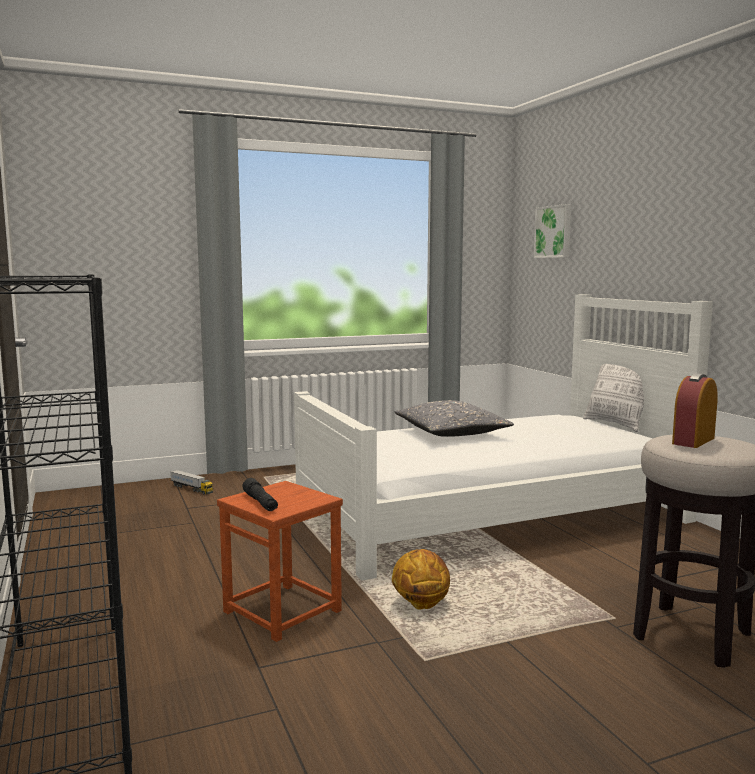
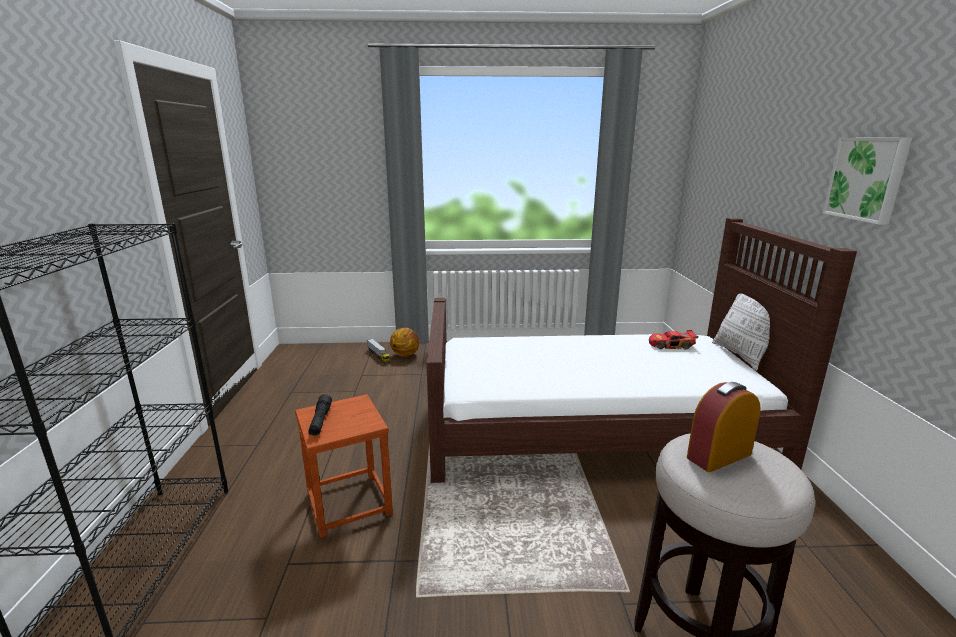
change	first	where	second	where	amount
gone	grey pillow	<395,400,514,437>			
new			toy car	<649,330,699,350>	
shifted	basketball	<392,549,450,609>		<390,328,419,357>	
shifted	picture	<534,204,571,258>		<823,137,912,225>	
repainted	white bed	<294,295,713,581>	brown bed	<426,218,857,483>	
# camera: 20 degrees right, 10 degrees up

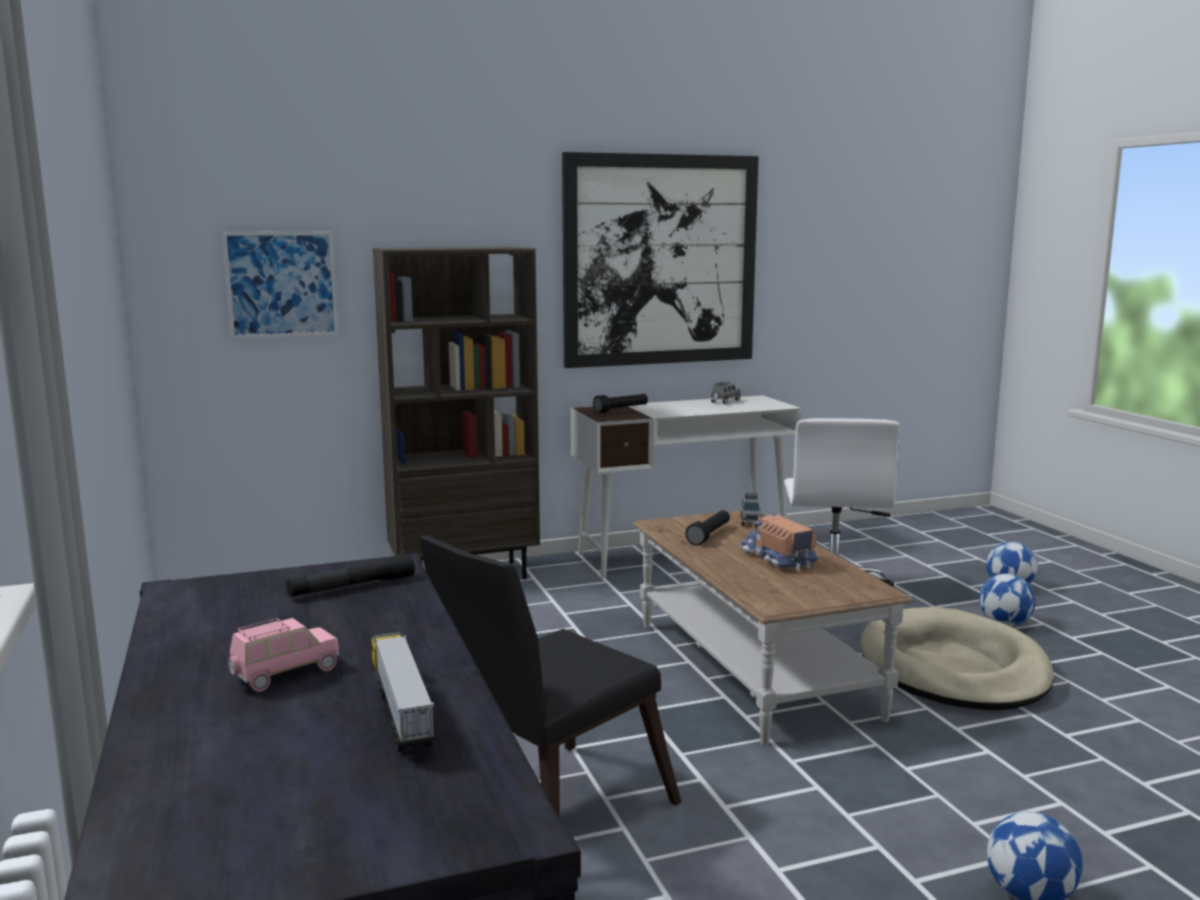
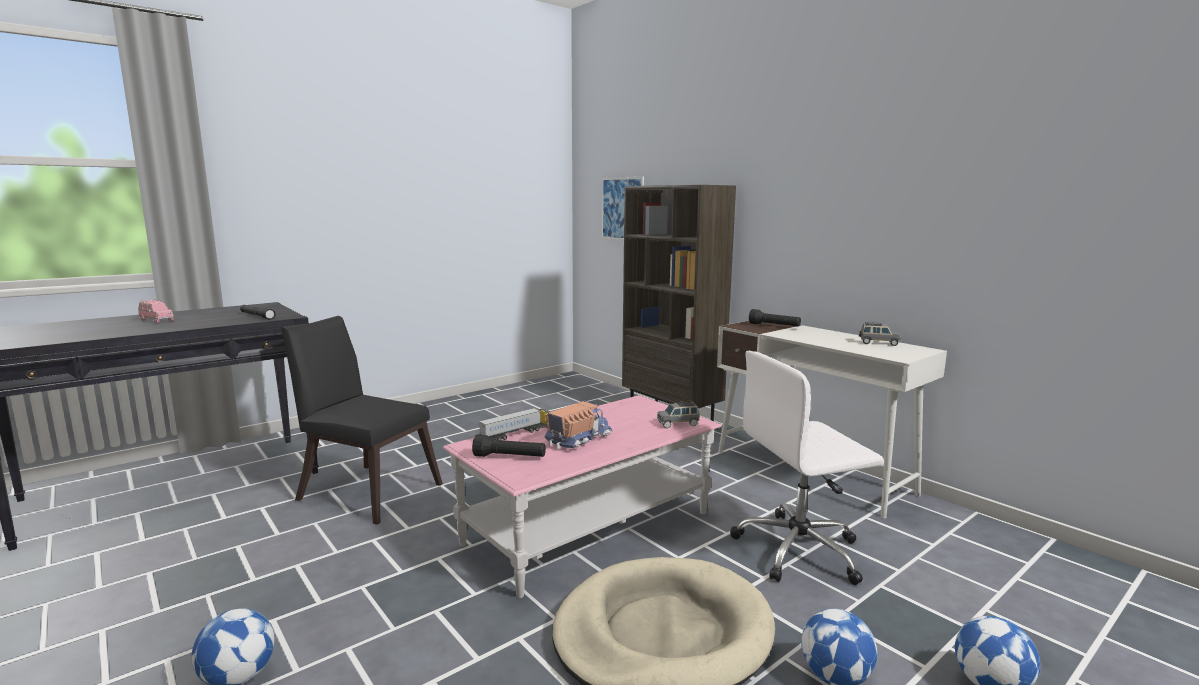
change	first	where	second	where	amount
gone	picture	<562,152,759,368>			
shifted	toy truck	<371,632,434,752>		<479,408,550,440>	
shifted	black flashlight	<685,510,730,545>		<472,434,546,457>	
repainted	brown coffee table	<633,510,914,745>	pink coffee table	<443,395,722,598>	
# camera: 70 degrees right, 0 degrees up

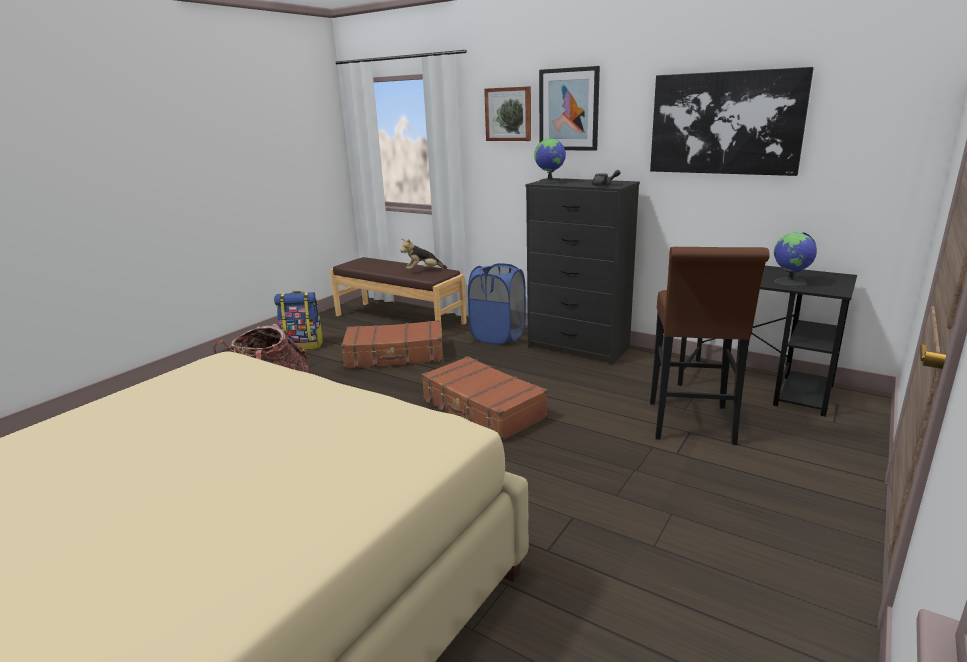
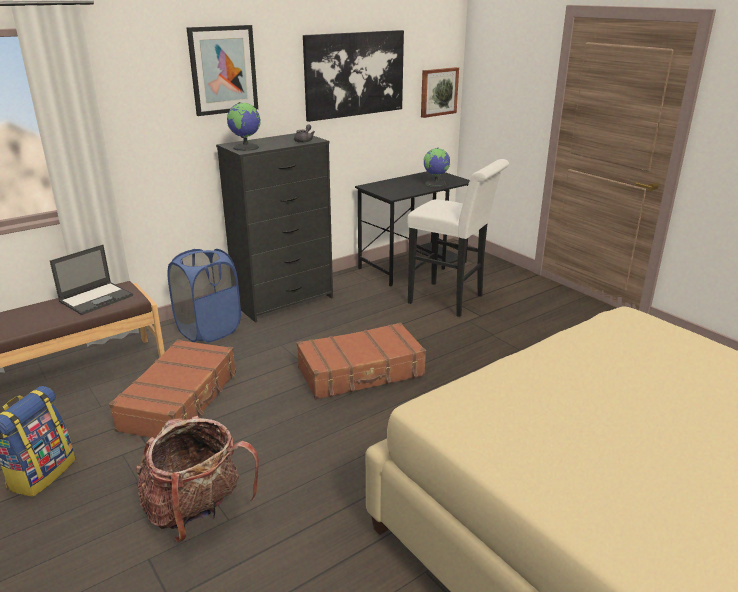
change	first	where	second	where	amount
shifted	picture	<484,86,531,141>		<421,67,459,118>	
swapped	plush toy	<400,239,447,269>	laptop	<50,245,133,315>	
repainted	brown stool	<650,247,770,445>	white stool	<407,159,509,317>	
# camera: 70 degrees left, 5 degrees up

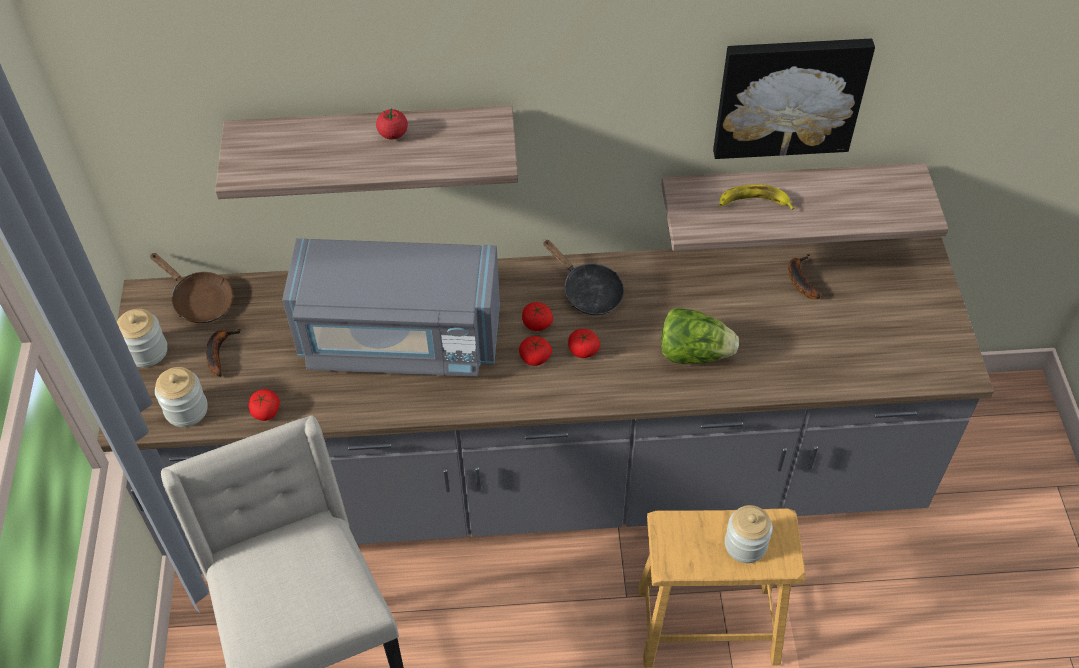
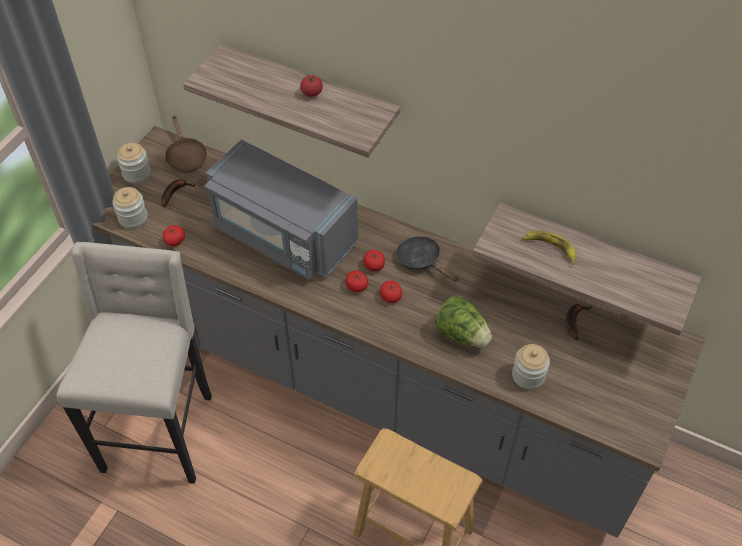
change	first	where	second	where	amount
gone	picture	<713,39,875,159>			
shifted	jar	<725,505,773,563>		<512,344,550,390>	
rotated	black frying pan	<543,239,624,315>		<396,236,459,282>	150 degrees clockwise
# camera: 30 degrees right, 0 degrees up

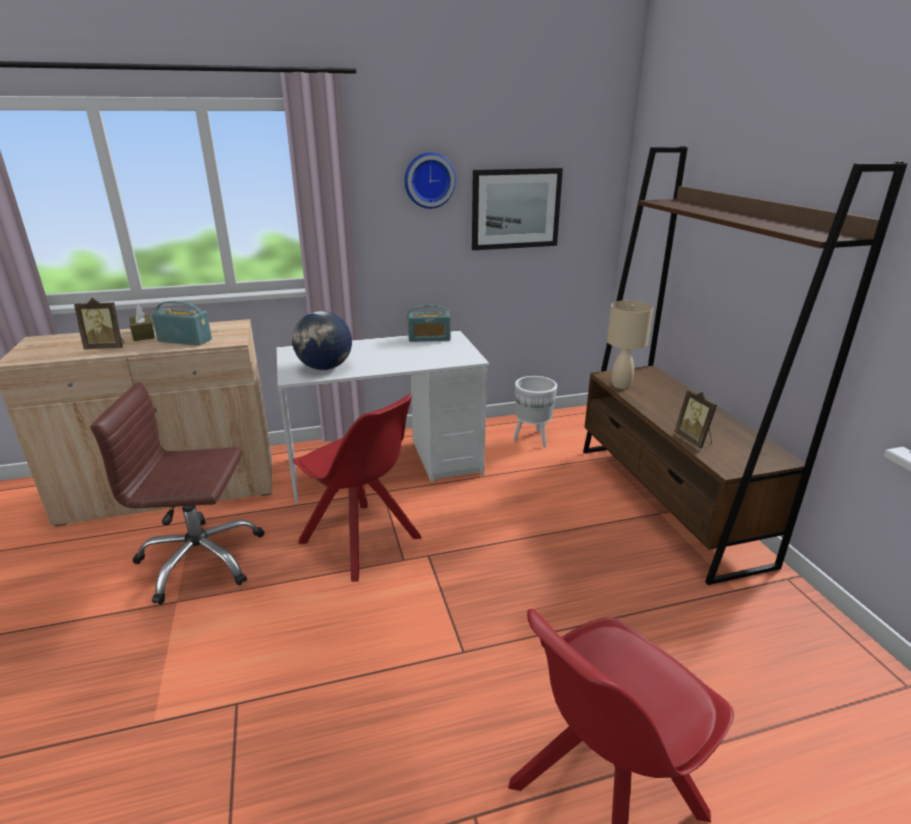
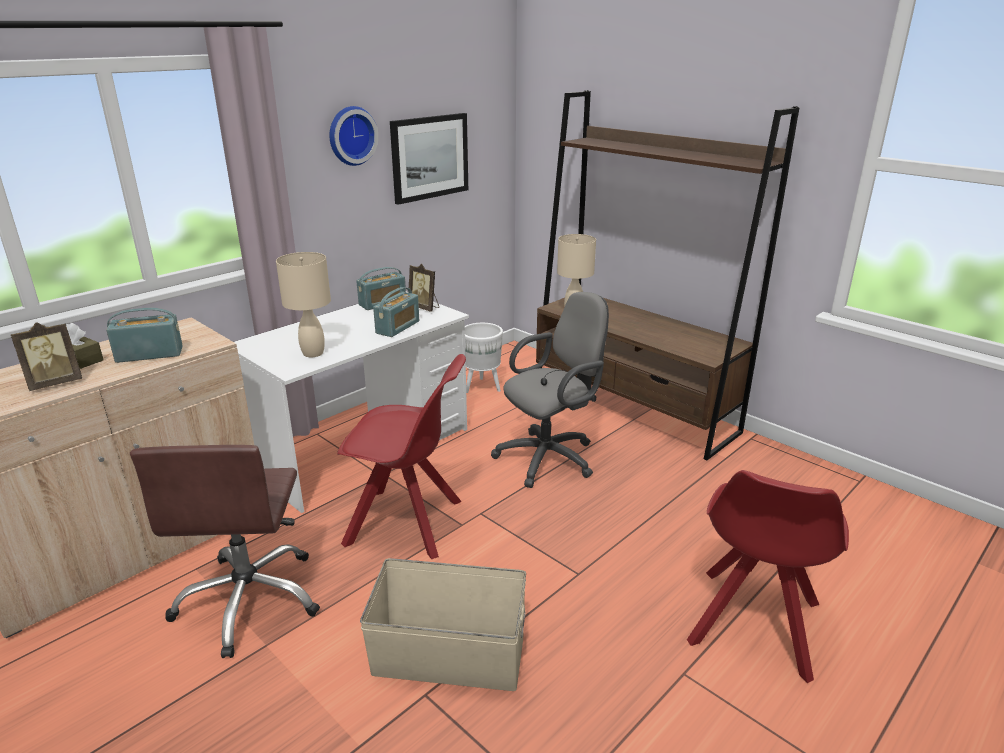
change	first	where	second	where	amount
new			beige storage box	<360,558,526,691>	
new			radio	<373,287,419,337>	
new			grey office chair	<491,292,609,488>	
shifted	picture frame	<674,390,717,449>		<409,264,439,312>	
swapped	globe	<292,311,352,370>	beige table lamp	<276,252,331,357>	
rotated	brown office chair	<90,382,264,604>		<130,445,320,658>	60 degrees counterclockwise
# camera: 30 degrees left, 0 degrees up

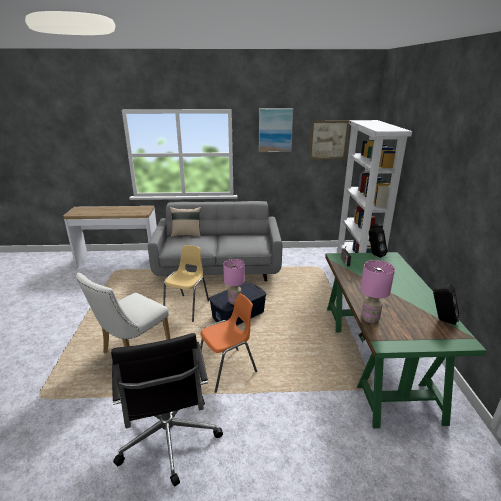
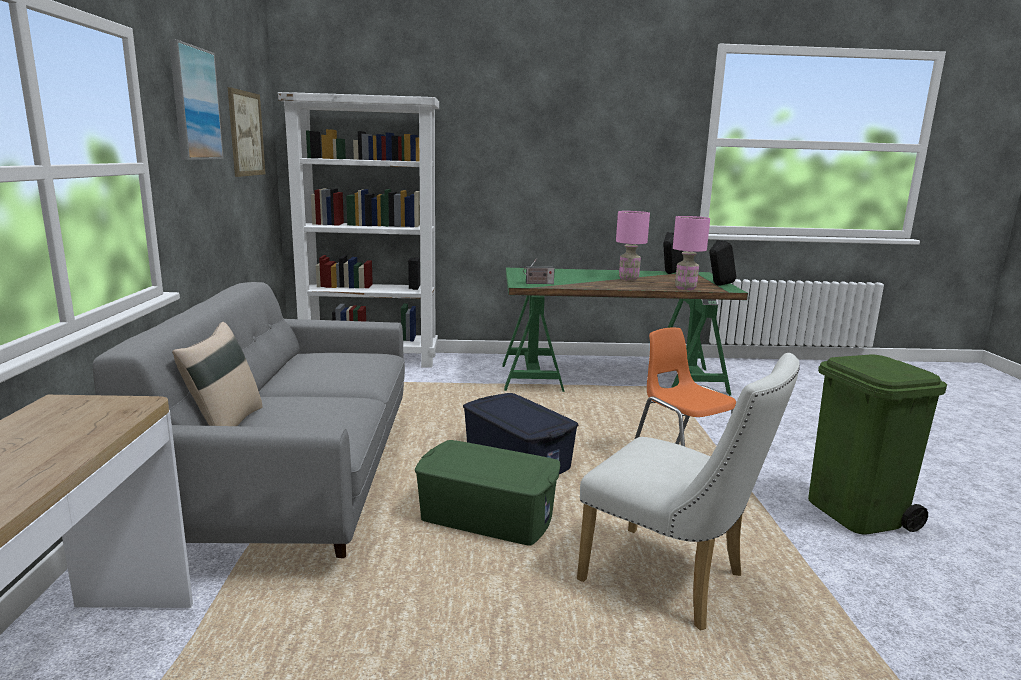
change	first	where	second	where	amount
shifted	pink table lamp	<223,259,245,305>		<616,211,650,281>	
shifted	black speaker	<369,227,387,258>		<709,240,736,285>	
swapped	black office chair	<111,333,223,487>	green trash can	<808,355,947,535>	
swapped	yellow chair	<163,245,209,322>	green storage box	<415,440,560,546>	
# camera: 90 degrees left, 10 degrees down

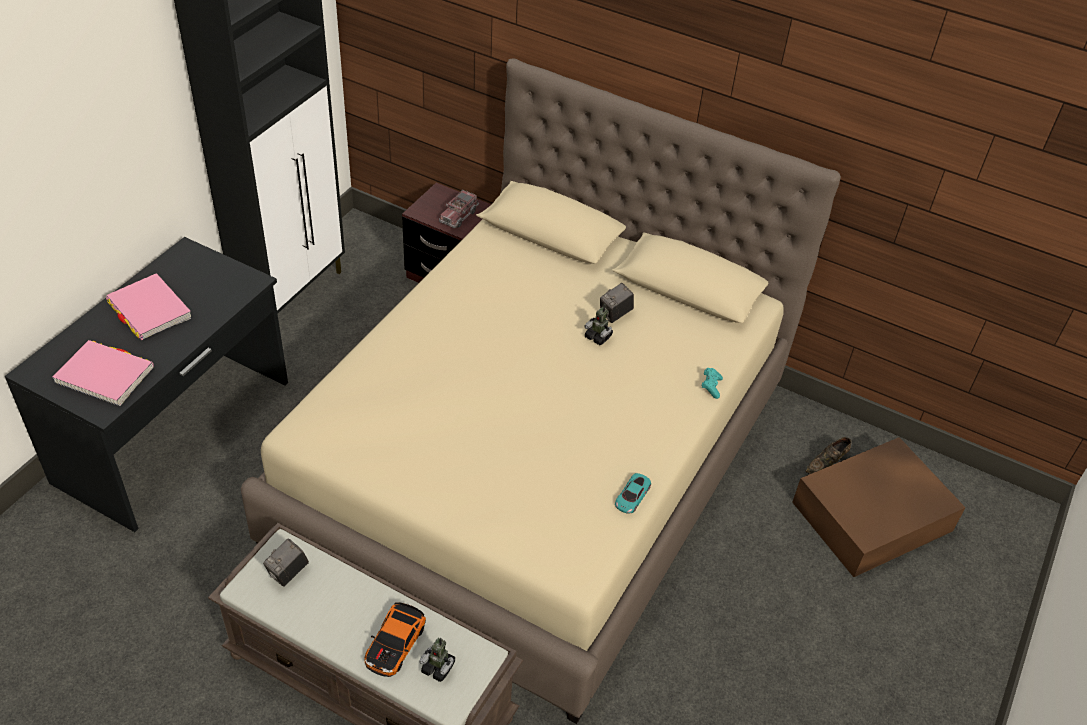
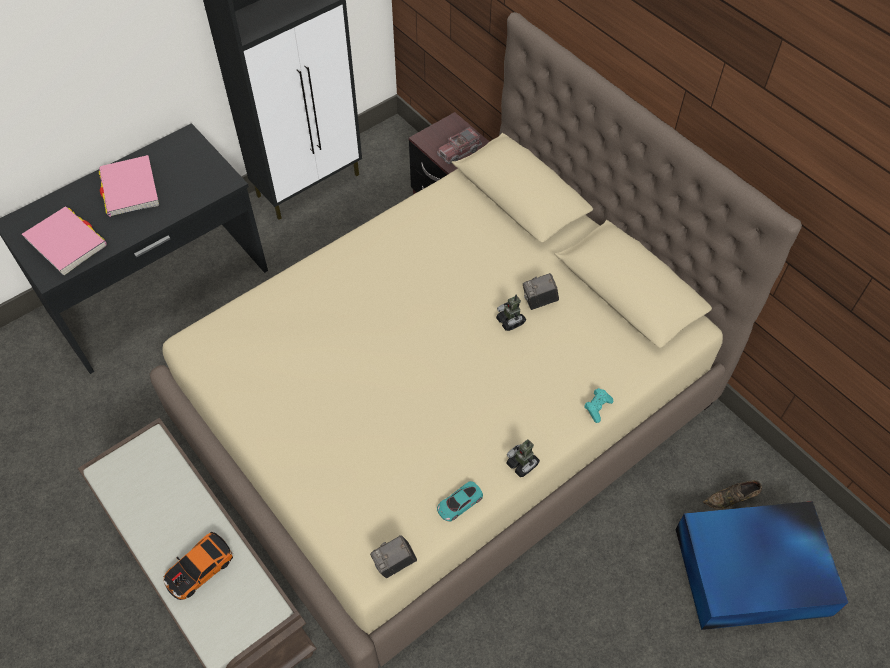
change	first	where	second	where	amount
shifted	photo camera	<263,539,309,587>		<370,535,417,578>	
shifted	toy robot	<419,638,455,682>		<507,439,540,477>	
repainted	brown storage box	<792,437,966,577>	blue storage box	<676,501,848,630>	
# camera: 25 degrees right, 10 degrees up

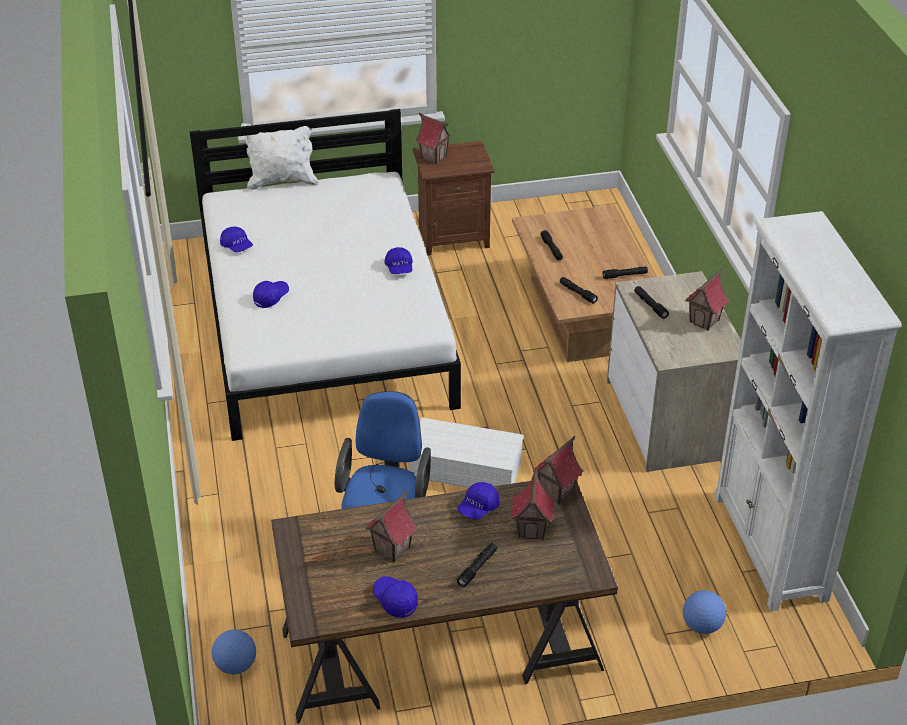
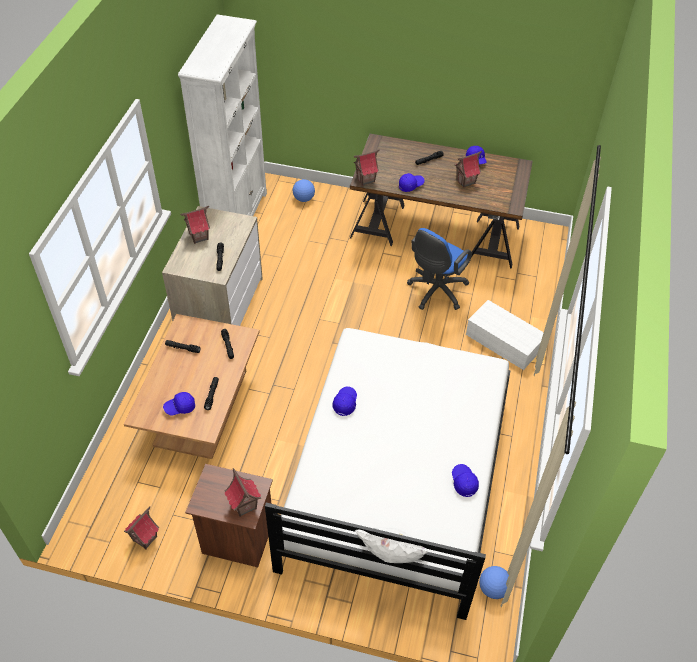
change	first	where	second	where	amount
shifted	football	<212,629,256,674>		<479,566,509,599>	
shifted	blue cap	<253,281,289,308>		<163,392,195,415>	
shifted	white storage box	<409,417,524,488>		<466,300,544,370>	
shifted	toy house	<510,468,555,540>		<124,506,160,550>	
# camera: 155 degrees left, 10 degrees up

